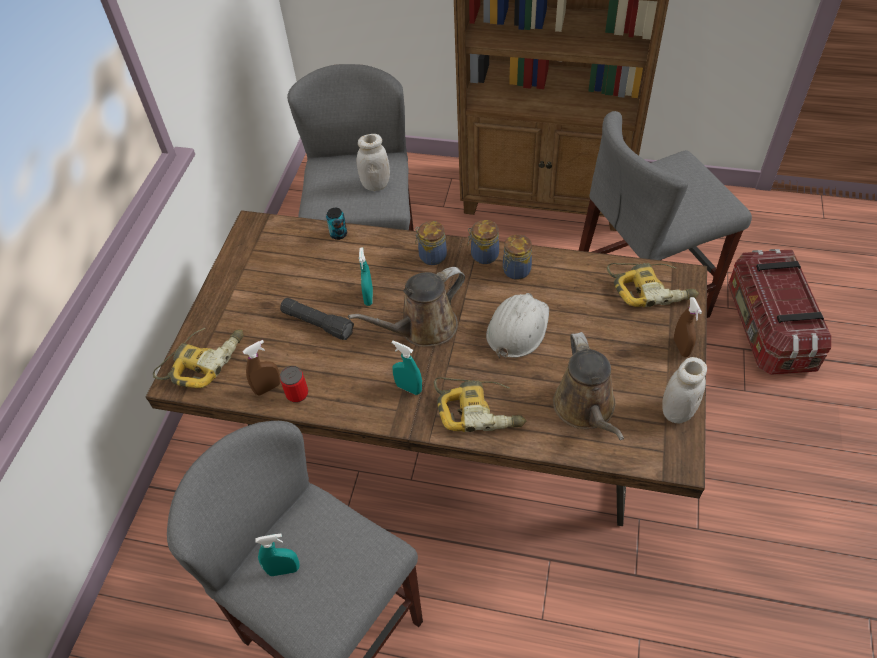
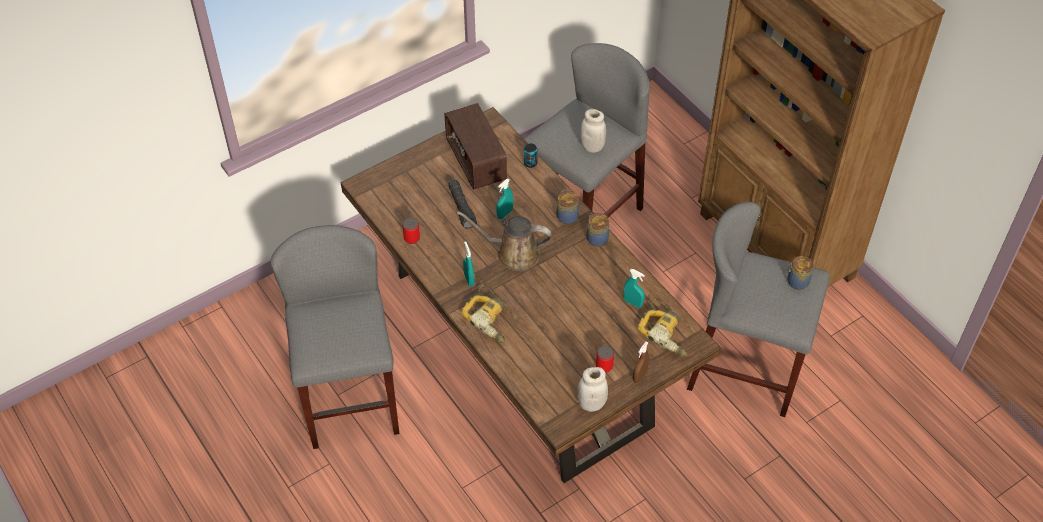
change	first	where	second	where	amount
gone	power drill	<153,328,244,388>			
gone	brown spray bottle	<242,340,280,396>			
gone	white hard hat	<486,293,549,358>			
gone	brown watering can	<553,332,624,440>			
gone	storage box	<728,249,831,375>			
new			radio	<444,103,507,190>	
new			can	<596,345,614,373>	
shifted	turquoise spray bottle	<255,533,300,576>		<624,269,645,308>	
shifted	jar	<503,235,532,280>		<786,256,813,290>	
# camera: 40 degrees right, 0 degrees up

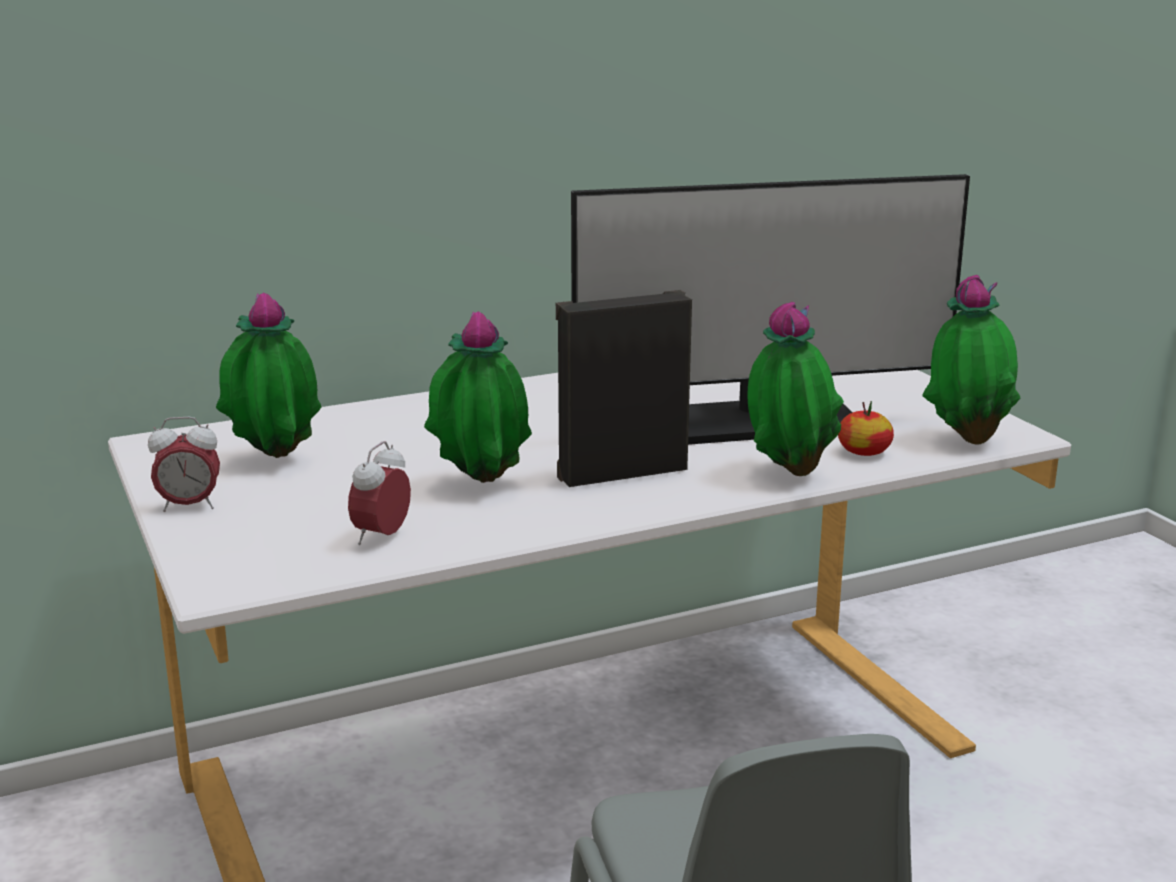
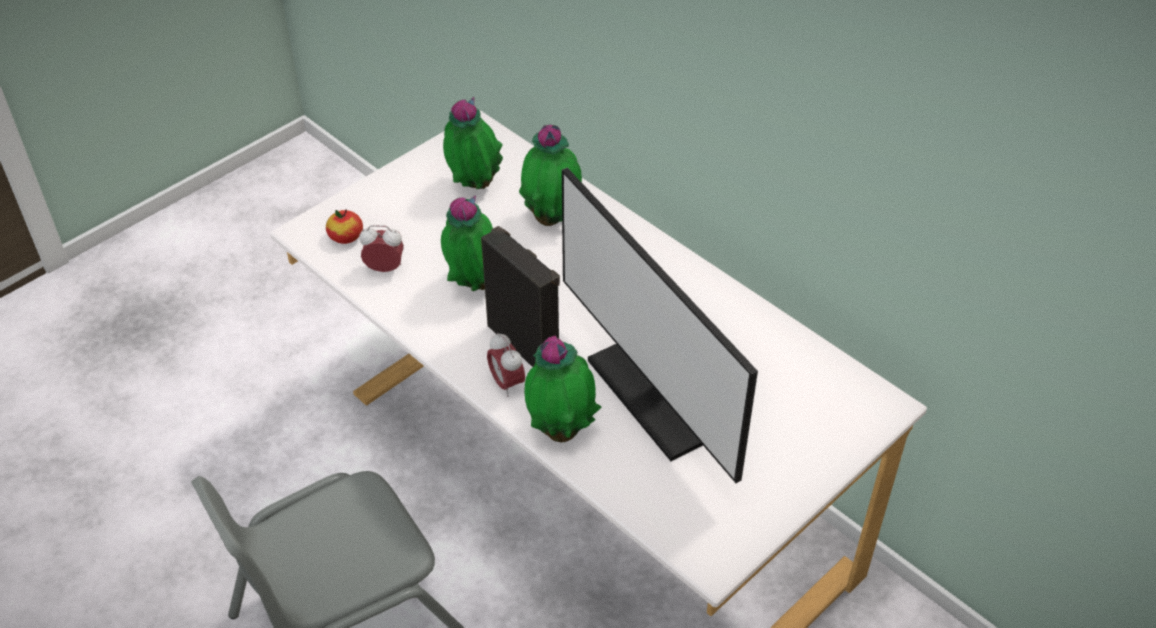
change	first	where	second	where	amount
shifted	alarm clock	<148,417,220,512>		<487,333,525,397>	
shifted	apple	<838,401,894,456>		<326,209,363,244>	
shifted	potted plant	<922,275,1020,445>		<519,124,582,226>	
# camera: 70 degrees right, 25 degrees up

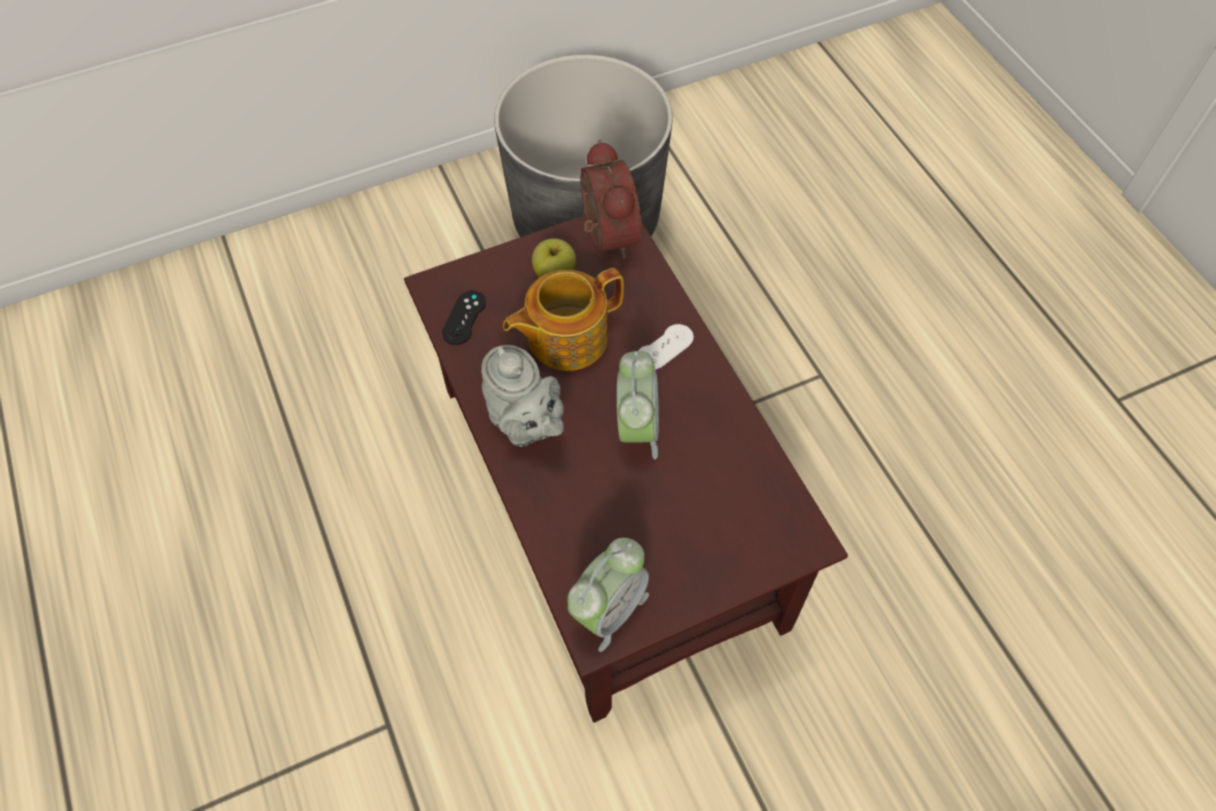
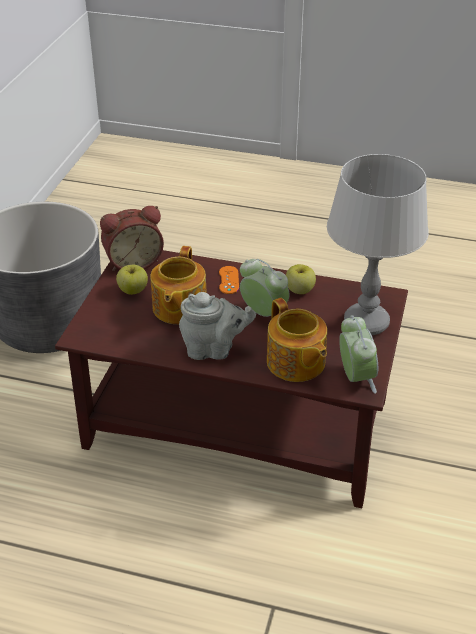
change	first	where	second	where	amount
gone	black game controller	<442,291,486,345>			
new			teapot	<267,298,327,382>	
new			apple	<286,264,316,294>	
new			grey table lamp	<327,154,429,335>	
repainted	white game controller	<638,324,694,370>	orange game controller	<219,266,239,294>	
rotated	alarm clock	<580,140,642,259>		<100,206,164,271>	135 degrees clockwise
# camera: 50 degrees left, 20 degrees down

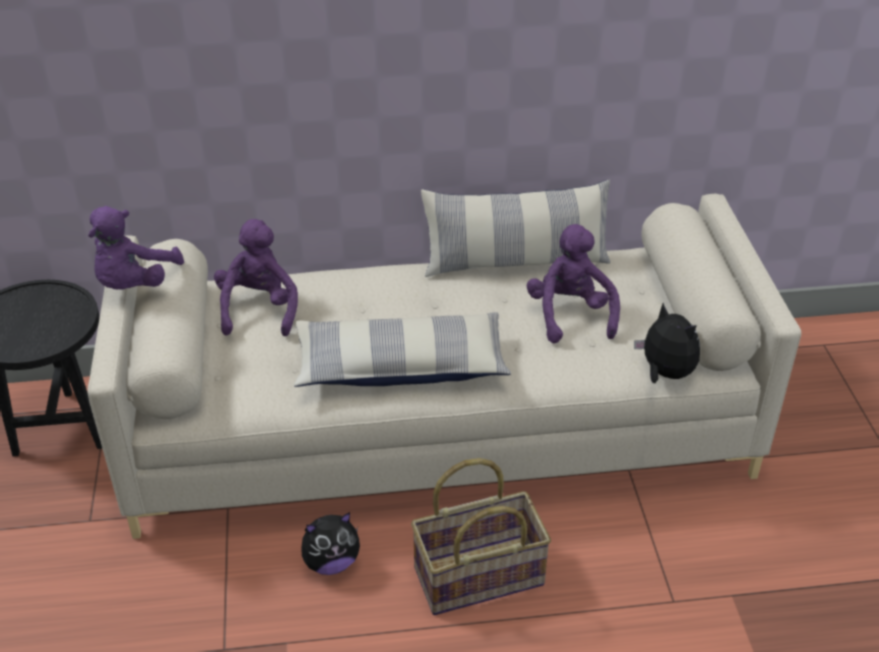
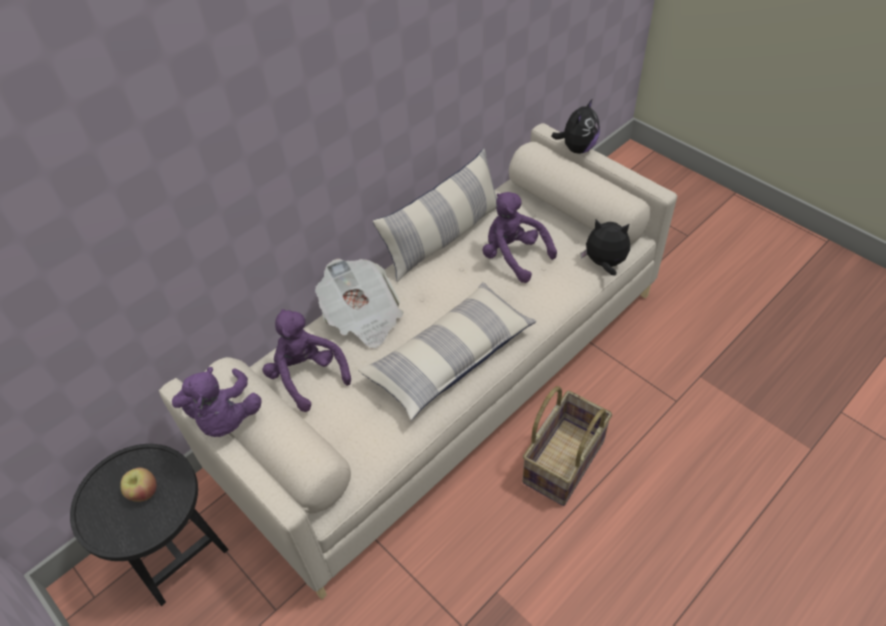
change	first	where	second	where	amount
new			apple	<120,468,157,502>	
new			newspaper	<315,258,404,348>	
shifted	plush toy	<301,512,360,575>		<551,98,600,154>	
# camera: 35 degrees left, 10 degrees up

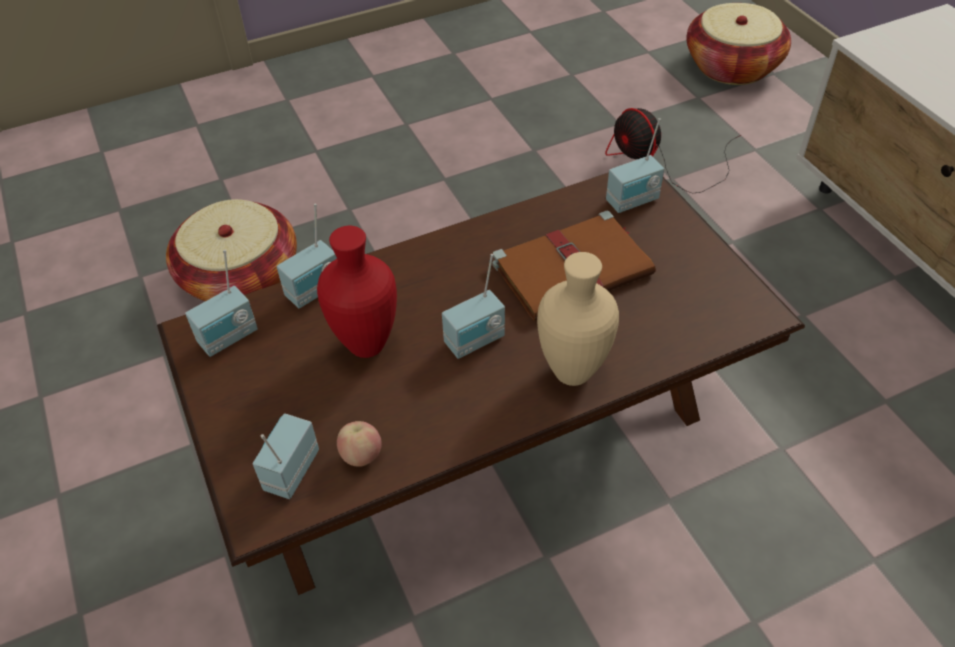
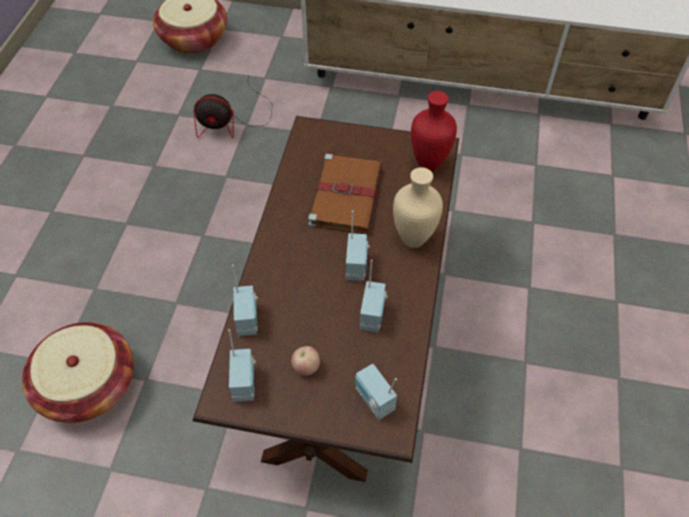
change	first	where	second	where	amount
shifted	red vase	<317,226,397,358>		<411,91,457,171>	
shifted	apple	<337,421,382,467>		<291,346,320,376>	
shifted	radio	<606,118,664,213>		<360,260,388,332>	
# camera: 55 degrees left, 5 degrees up

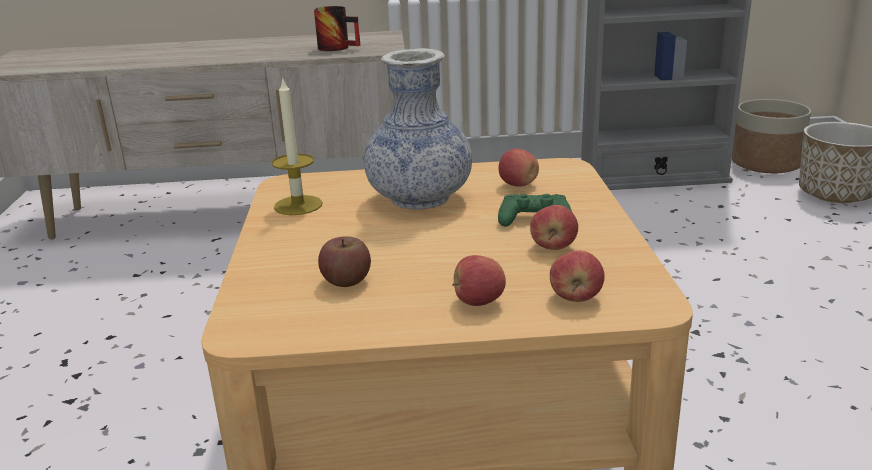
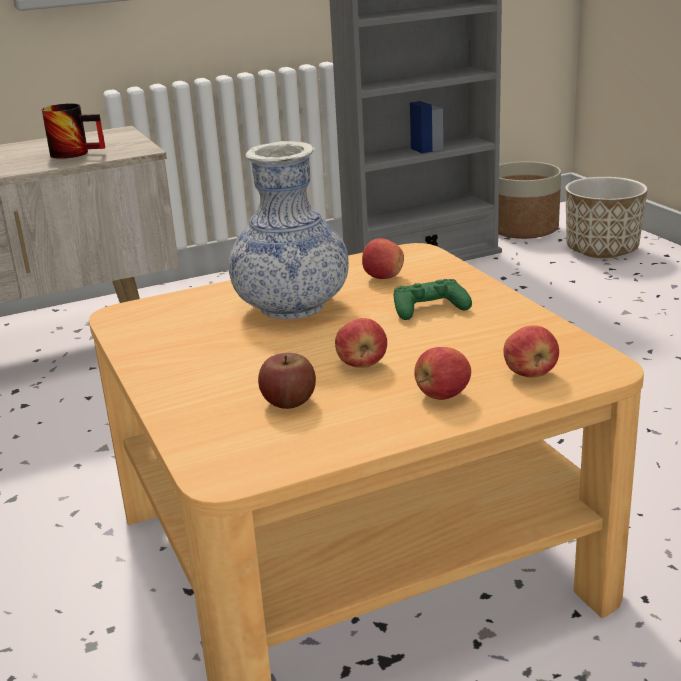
change	first	where	second	where	amount
gone	candle	<272,77,323,215>			
shifted	apple	<530,205,578,250>		<335,318,387,368>	
# camera: 20 degrees left, 0 degrees up

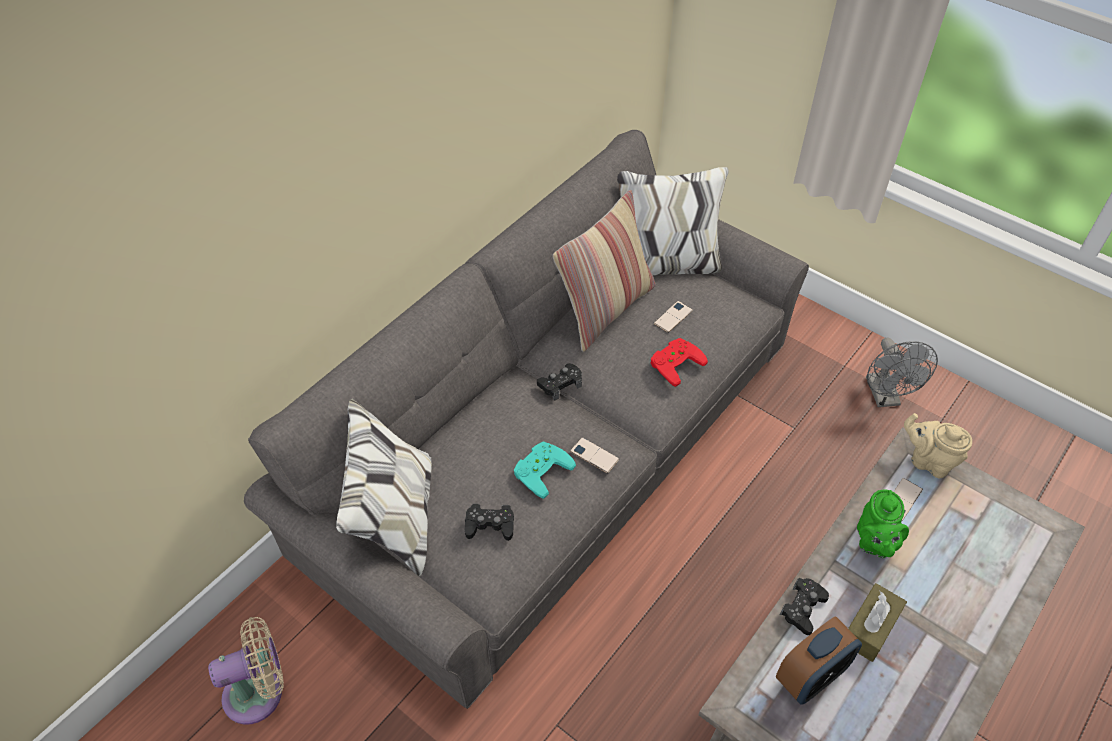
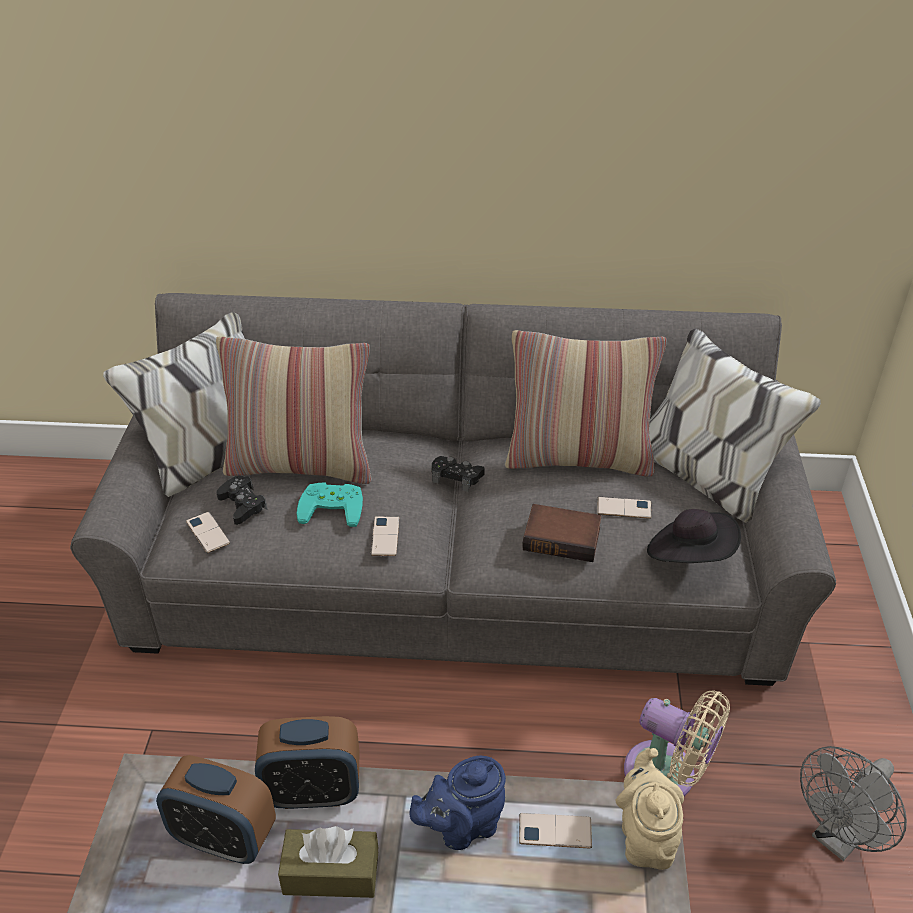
change	first	where	second	where	amount
new			phone	<186,512,230,553>	
new			pillow	<216,336,372,484>	
new			black hat	<647,509,741,563>	
shifted	beige fan	<208,617,284,725>		<624,690,730,797>	
swapped	red game controller	<651,338,708,387>	book	<522,504,602,562>	
swapped	black game controller	<780,578,829,635>	alarm clock	<255,716,359,809>	
repainted	green teapot	<857,489,909,558>	blue teapot	<409,756,506,850>	
# camera: 55 degrees right, 10 degrees down

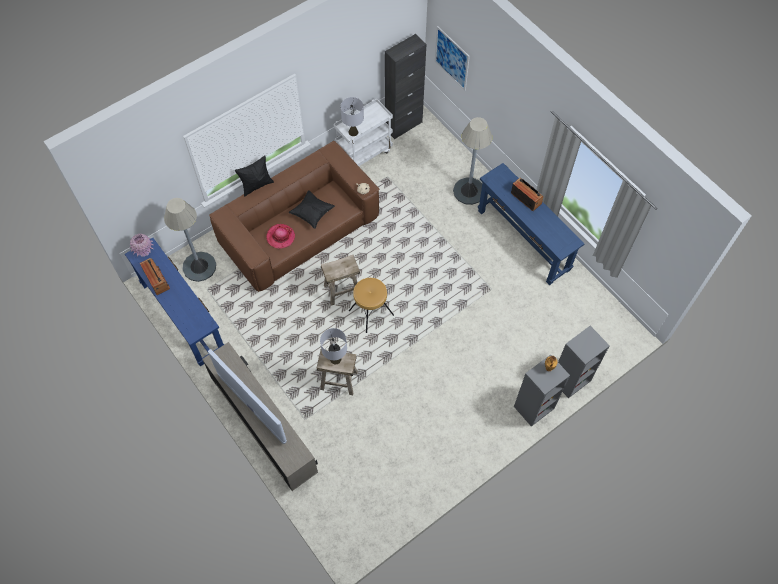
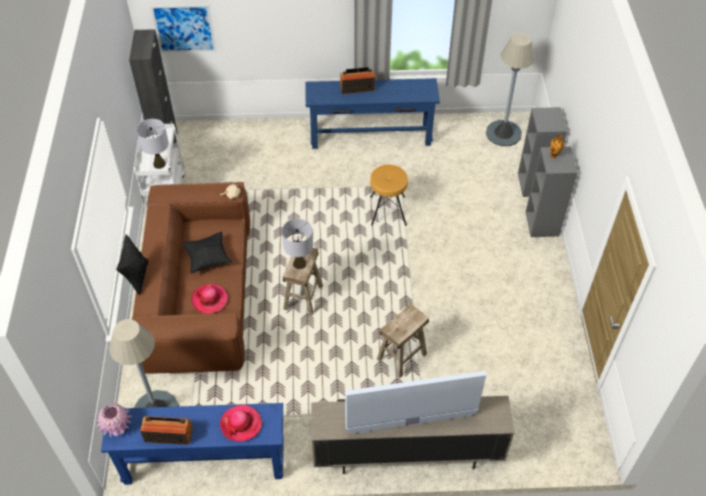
change	first	where	second	where	amount
new			hat	<220,405,262,442>	
shifted	grey table lamp	<320,328,347,364>		<282,219,313,269>	
shifted	brown stool	<349,278,394,333>		<370,164,408,226>	
shifted	grey floor lamp	<453,117,492,205>		<486,33,535,146>	
# camera: 55 degrees left, 10 degrees down

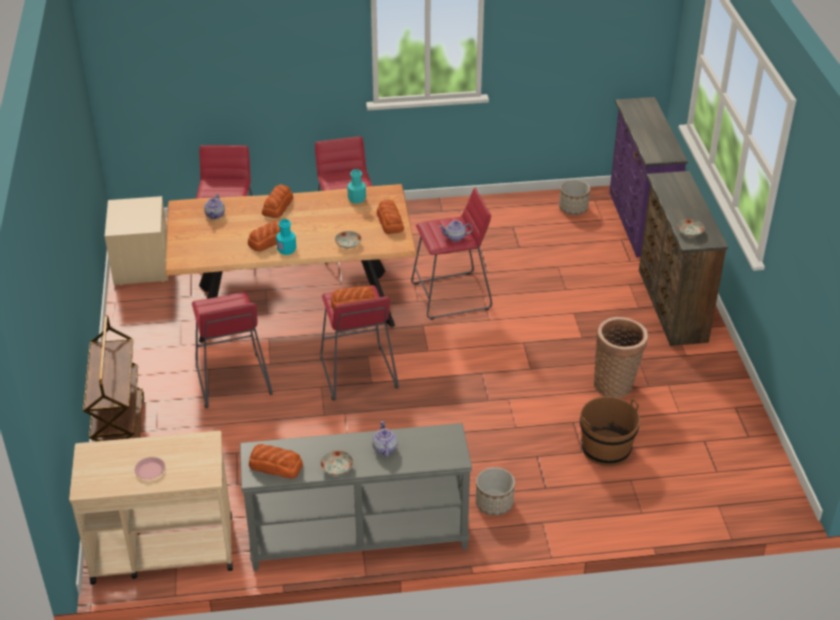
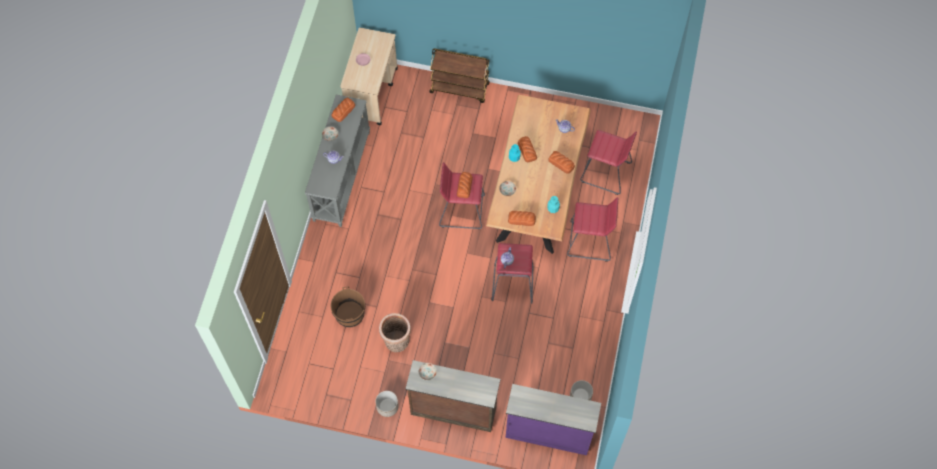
change	first	where	second	where	amount
gone	beige nightstand	<105,196,168,285>			
gone	red stool	<192,292,273,408>			
shifted	planter	<475,467,515,516>		<375,391,399,417>	
# camera: 110 degrees right, 25 degrees up

